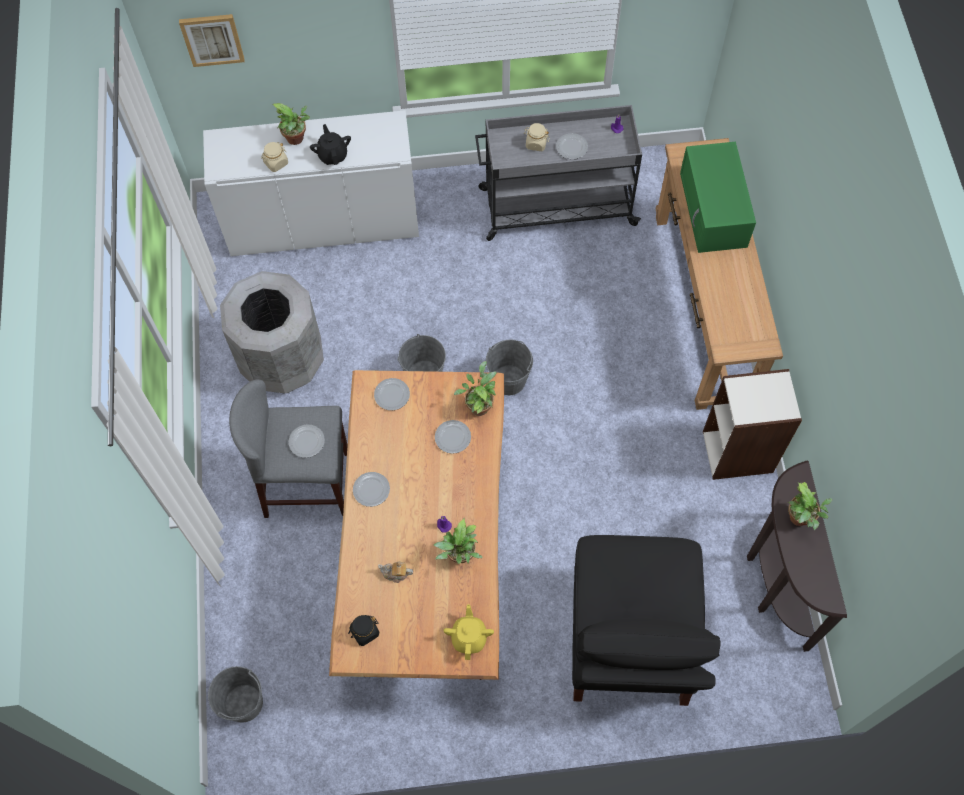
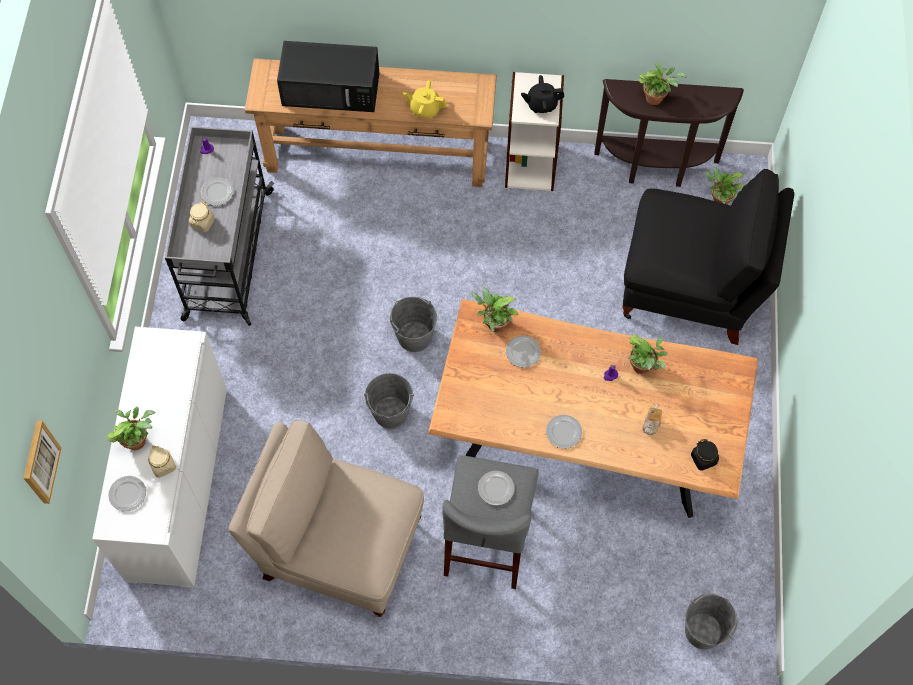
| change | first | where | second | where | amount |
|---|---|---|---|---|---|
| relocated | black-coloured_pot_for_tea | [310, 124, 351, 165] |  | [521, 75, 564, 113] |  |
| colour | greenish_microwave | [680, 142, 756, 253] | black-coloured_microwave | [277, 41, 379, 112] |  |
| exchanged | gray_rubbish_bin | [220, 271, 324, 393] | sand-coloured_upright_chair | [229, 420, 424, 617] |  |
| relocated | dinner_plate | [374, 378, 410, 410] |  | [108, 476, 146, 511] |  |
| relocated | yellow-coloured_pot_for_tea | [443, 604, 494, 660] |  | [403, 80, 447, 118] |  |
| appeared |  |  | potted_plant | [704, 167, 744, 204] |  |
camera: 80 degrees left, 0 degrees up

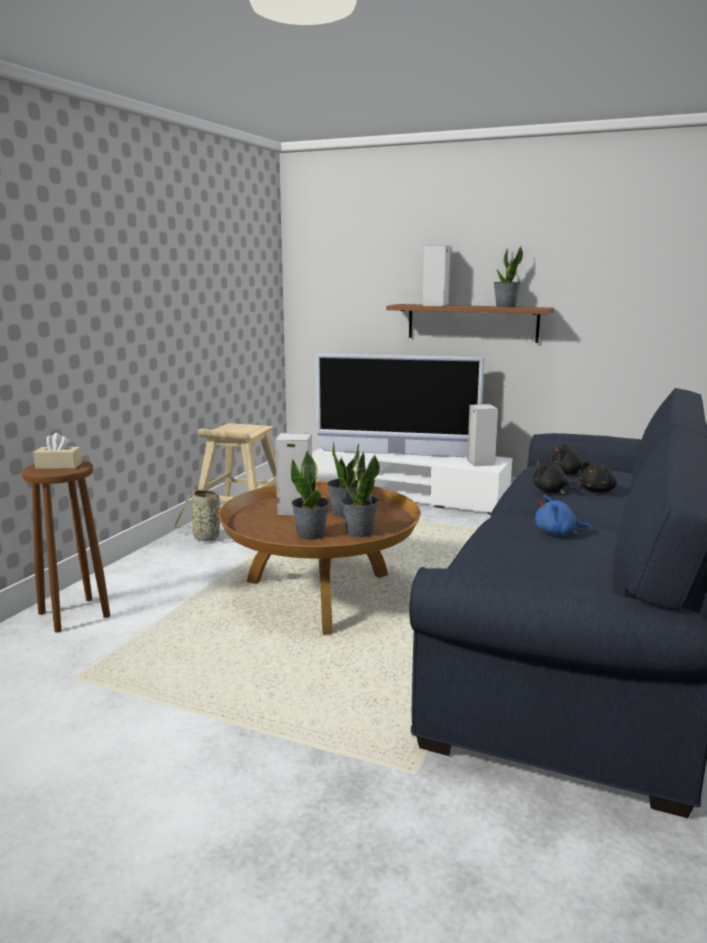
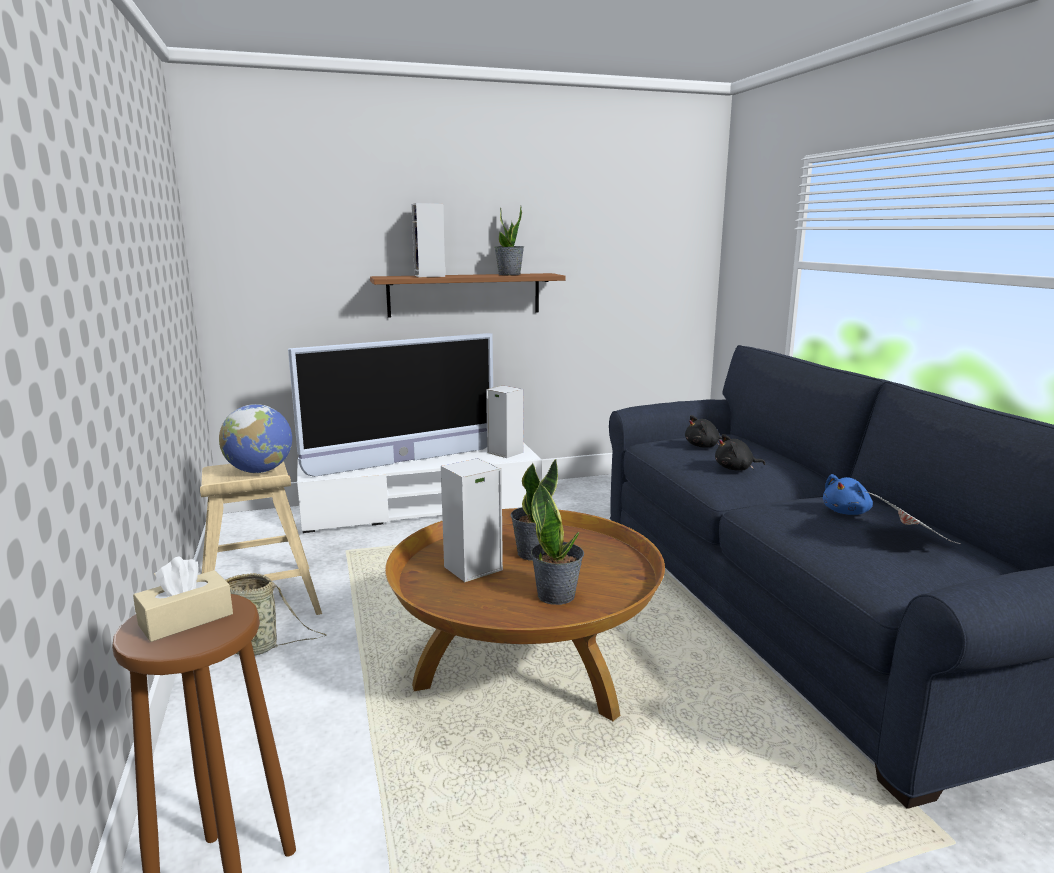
| change | first | where | second | where | amount |
|---|---|---|---|---|---|
| missing | potted_plant | [341, 452, 380, 537] |  |  |  |
| missing | black-coloured_soft_toy | [579, 461, 617, 492] |  |  |  |
| appeared |  |  | desk_globe | [219, 404, 292, 473] |  |
| appeared |  |  | newspaper | [864, 491, 961, 544] |  |
camera: 40 degrees left, 0 degrees up

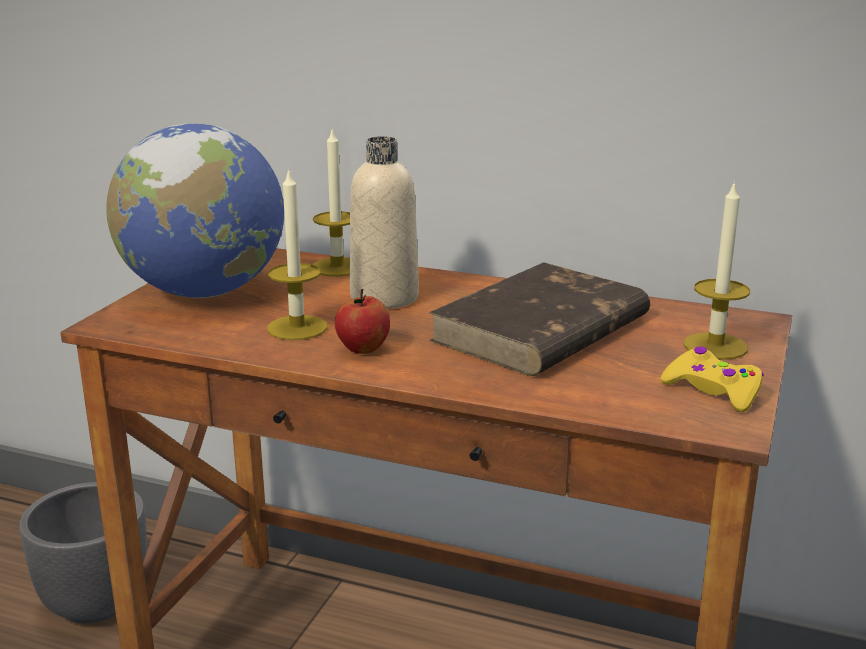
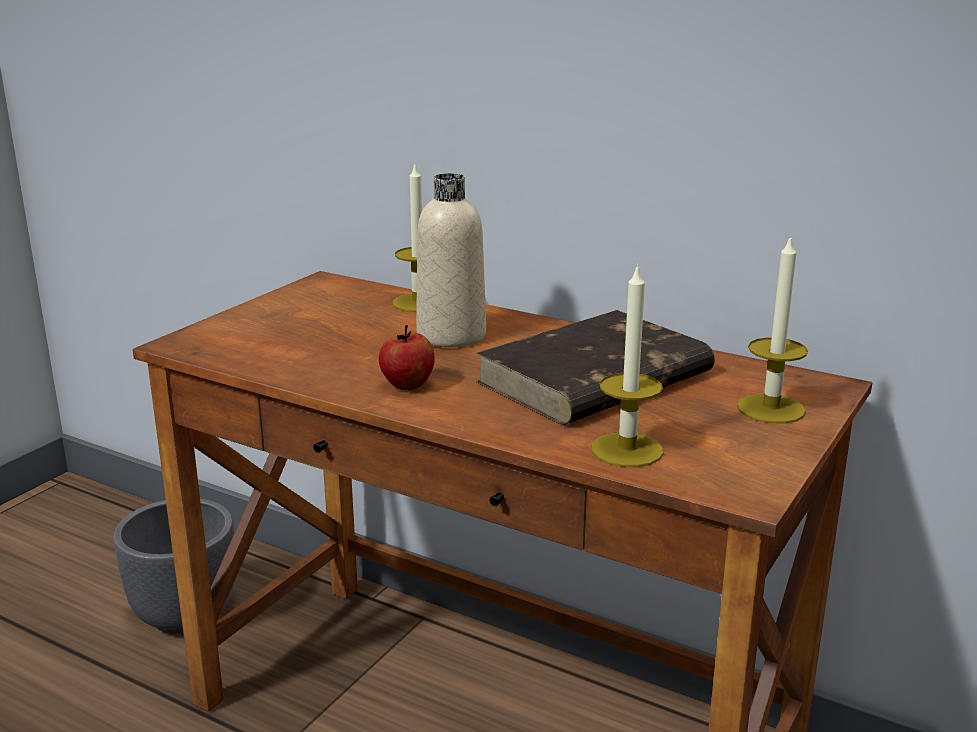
| change | first | where | second | where | amount |
|---|---|---|---|---|---|
| missing | desk_globe | [106, 123, 284, 298] |  |  |  |
| relocated | candle | [267, 168, 328, 340] |  | [591, 263, 664, 467] |  |
| missing | yellow-coloured_gamepad | [661, 346, 764, 412] |  |  |  |
camera: 10 degrees right, 0 degrees up

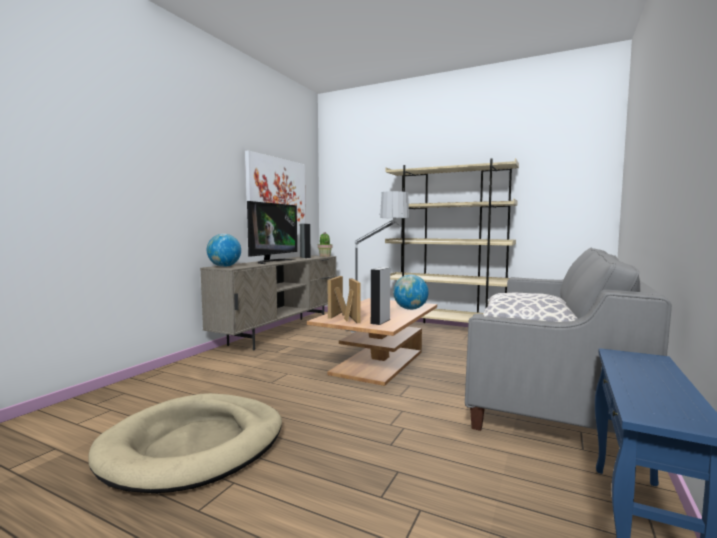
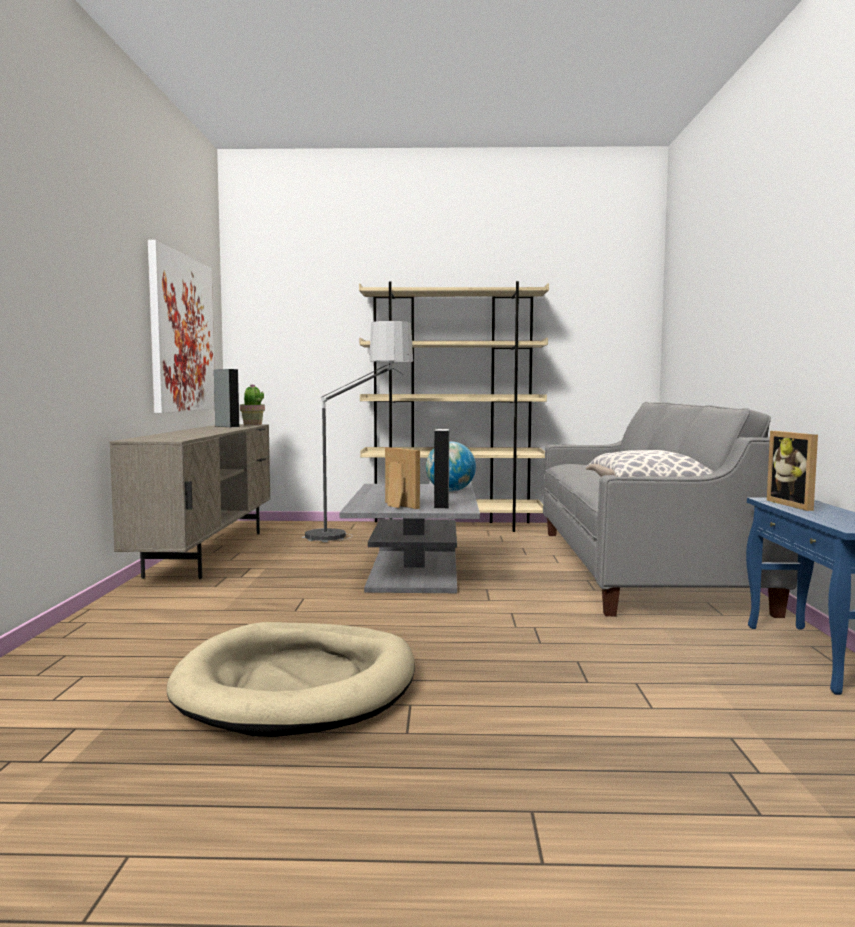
| change | first | where | second | where | amount |
|---|---|---|---|---|---|
| missing | TV | [247, 201, 297, 264] |  |  |  |
| missing | desk_globe | [207, 234, 241, 267] |  |  |  |
| relocated | standing_frame | [328, 276, 346, 319] |  | [767, 431, 818, 511] |  |
| colour | brownish_coffee_table | [307, 298, 437, 386] | gray_coffee_table | [339, 484, 480, 593] |  |
camera: 25 degrees left, 0 degrees up

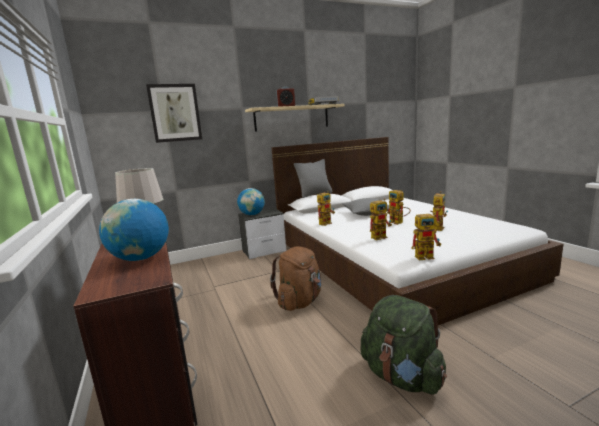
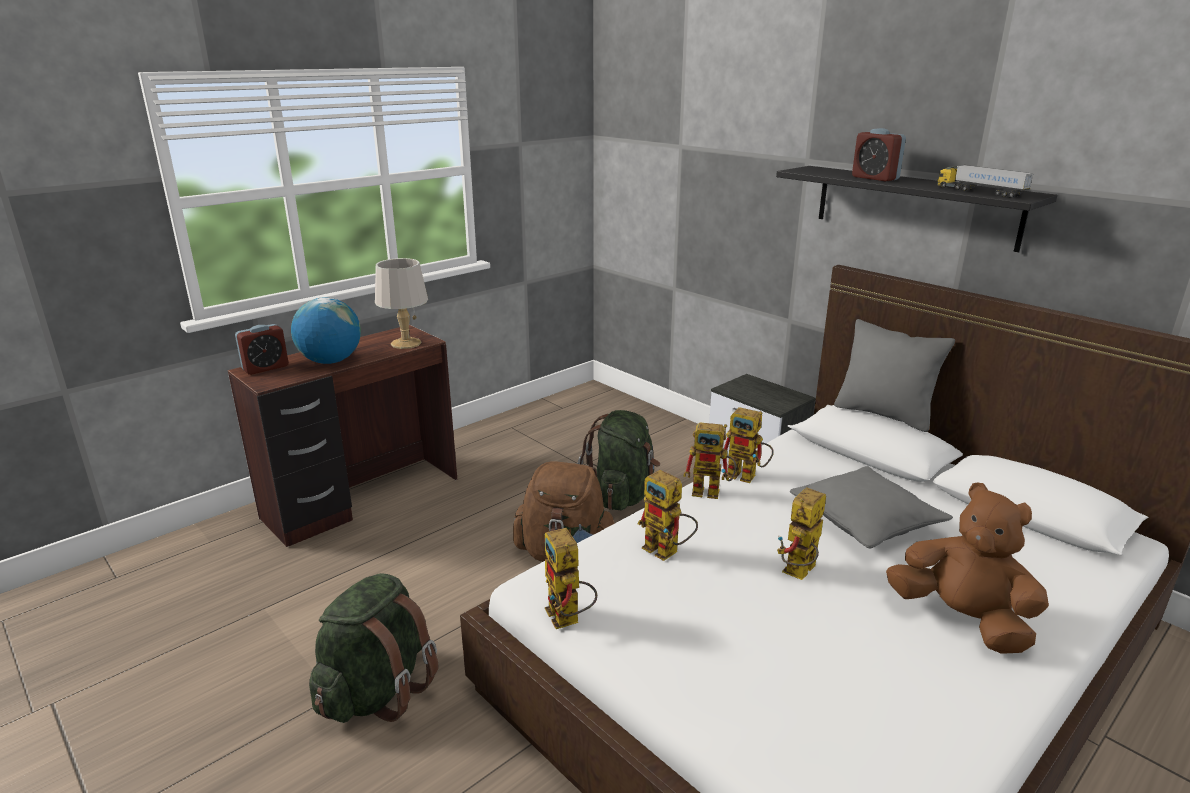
| change | first | where | second | where | amount |
|---|---|---|---|---|---|
| missing | wall_art | [146, 84, 202, 143] |  |  |  |
| colour | sand-coloured_bracket_shelf | [245, 104, 344, 132] | black-coloured_bracket_shelf | [776, 166, 1057, 252] |  |
| missing | desk_globe | [237, 188, 265, 215] |  |  |  |
| relocated | model_robot | [431, 191, 448, 231] |  | [683, 422, 736, 499] |  |
| appeared |  |  | alarm_clock | [235, 324, 289, 375] |  |
| appeared |  |  | greenish_backpack | [577, 410, 660, 510] |  |
| appeared |  |  | brownish_soft_toy | [886, 482, 1049, 654] |  |
camera: 70 degrees right, 10 degrees up

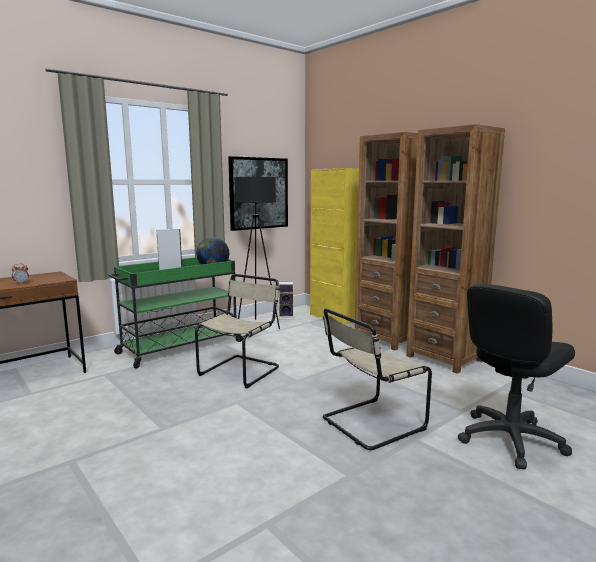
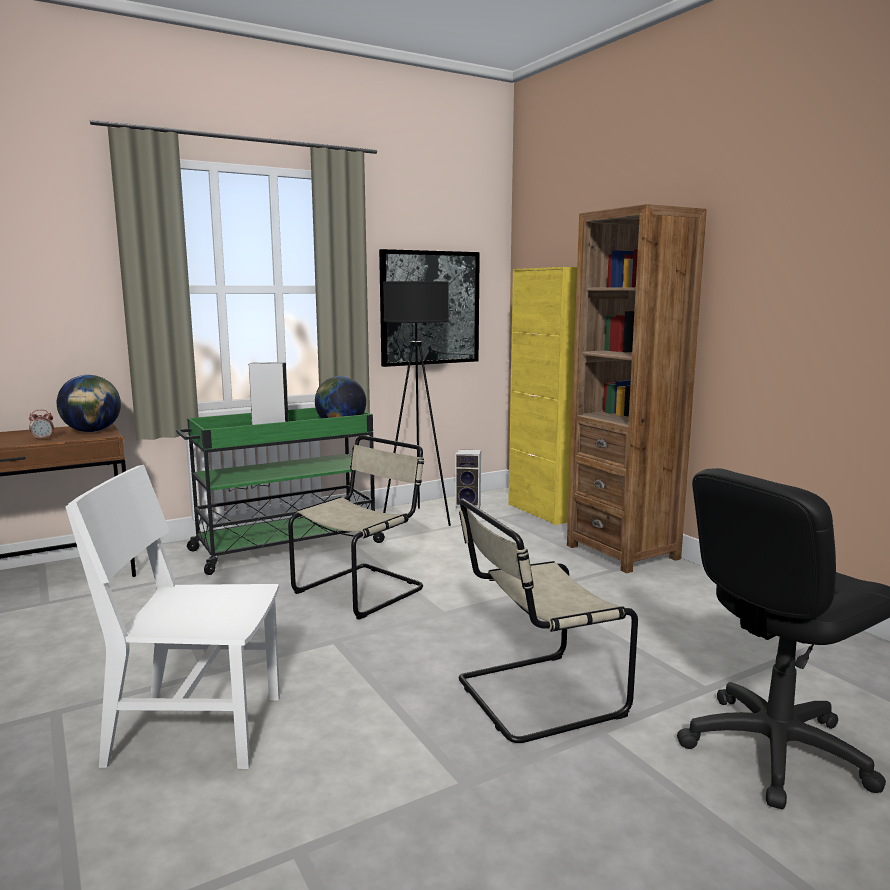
| change | first | where | second | where | amount |
|---|---|---|---|---|---|
| missing | brownish_shelving_unit | [406, 124, 505, 374] |  |  |  |
| appeared |  |  | desk_globe | [57, 375, 121, 432] |  |
| appeared |  |  | white_upright_chair | [65, 465, 280, 769] |  |
camera: 10 degrees right, 0 degrees up

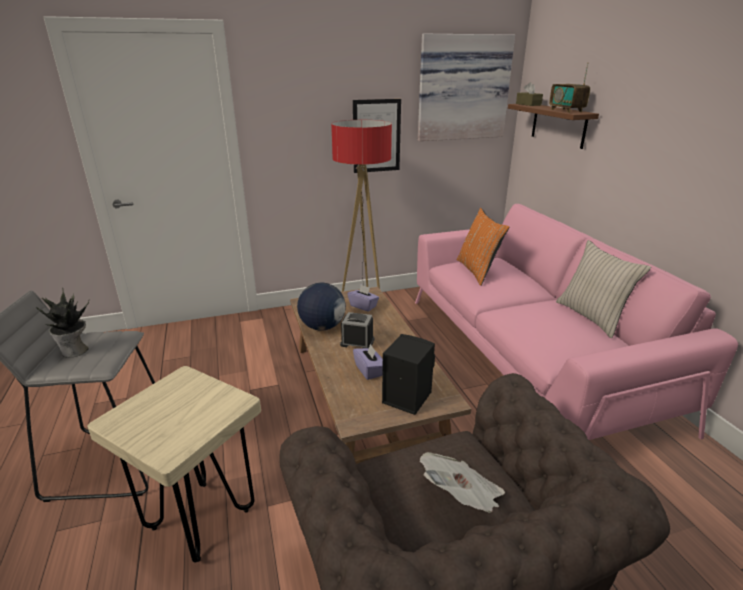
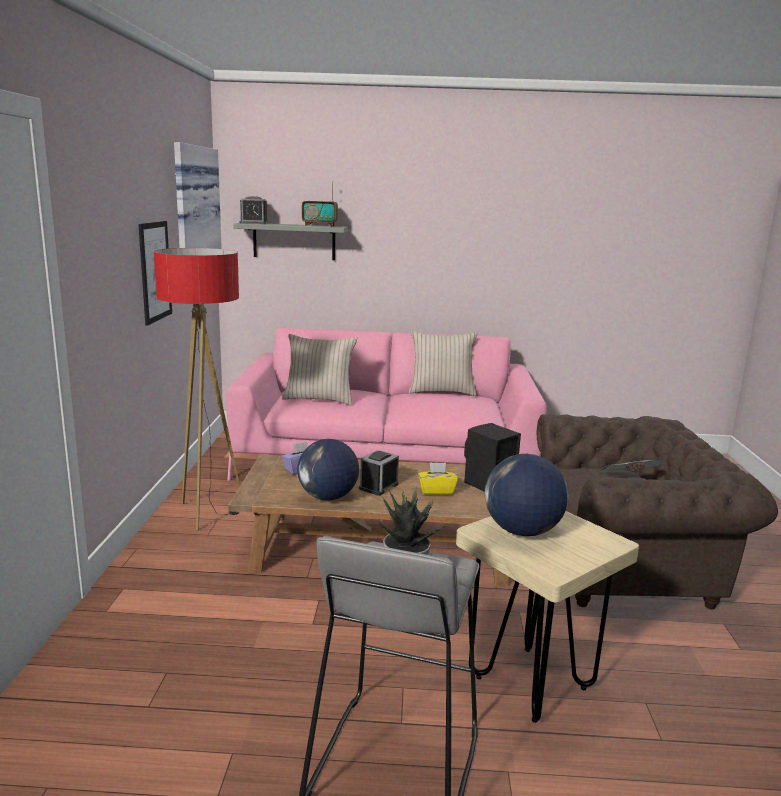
| change | first | where | second | where | amount |
|---|---|---|---|---|---|
| exchanged | brownish_box_of_tissues | [516, 82, 543, 106] | alarm_clock | [240, 196, 268, 224] |  |
| colour | brownish_bracket_shelf | [508, 104, 599, 149] | gray_bracket_shelf | [233, 223, 348, 260] |  |
| colour | orange_pillow | [457, 208, 509, 286] | sand-coloured_pillow | [282, 334, 357, 406] |  |
| colour | purplish_box_of_tissues | [353, 344, 383, 380] | yellow-coloured_box_of_tissues | [418, 462, 458, 495] |  |
| appeared |  |  | desk_globe | [485, 454, 568, 536] |  |
camera: 70 degrees left, 10 degrees down

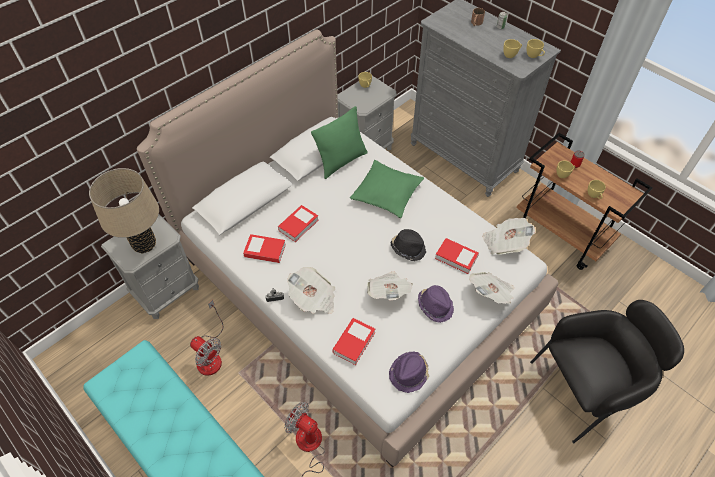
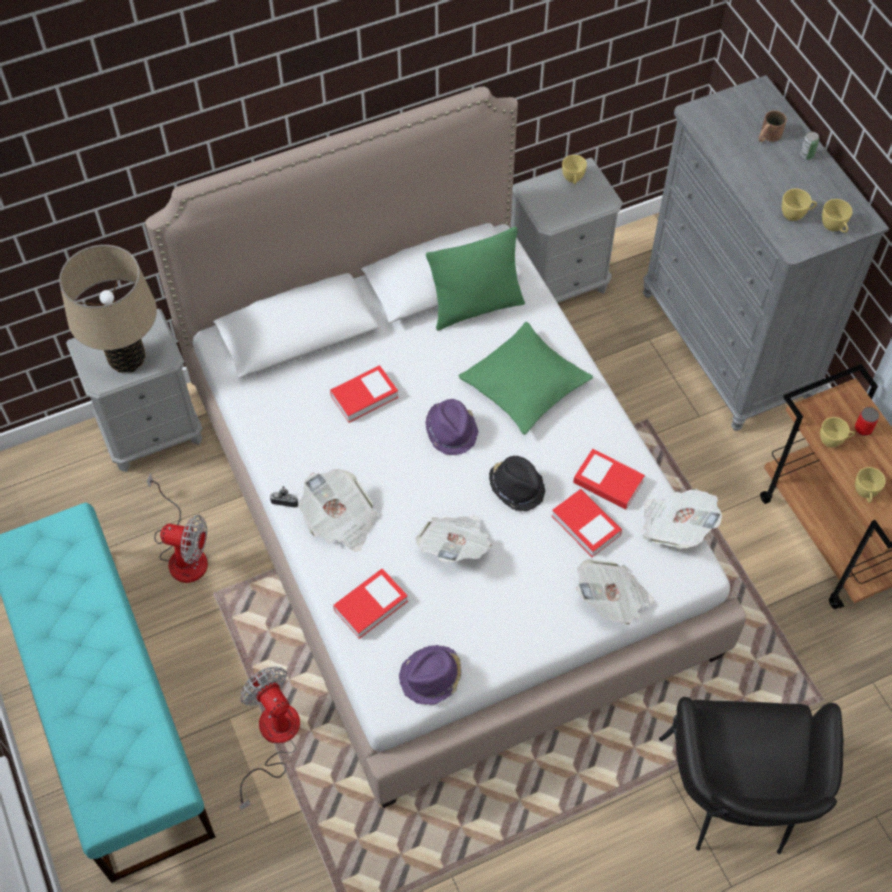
| change | first | where | second | where | amount |
|---|---|---|---|---|---|
| relocated | volume | [243, 234, 286, 263] |  | [573, 449, 645, 510] |  |
| relocated | purplish_clothing_hat | [418, 285, 454, 323] |  | [425, 399, 479, 455] |  |
| spun | electric_fan | [190, 300, 223, 376] |  | [147, 472, 208, 583] | 45 degrees counterclockwise |
| spun | black-coloured_lounge_chair | [530, 300, 684, 443] |  | [659, 697, 843, 854] | 90 degrees clockwise |
camera: 20 degrees right, 5 degrees up

